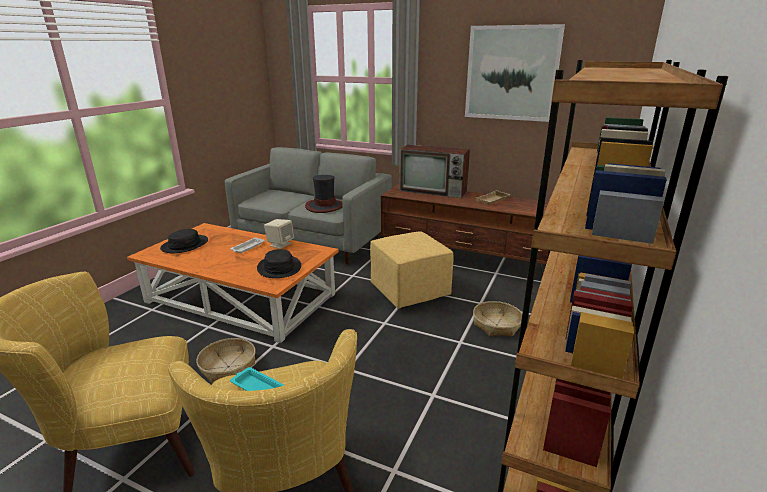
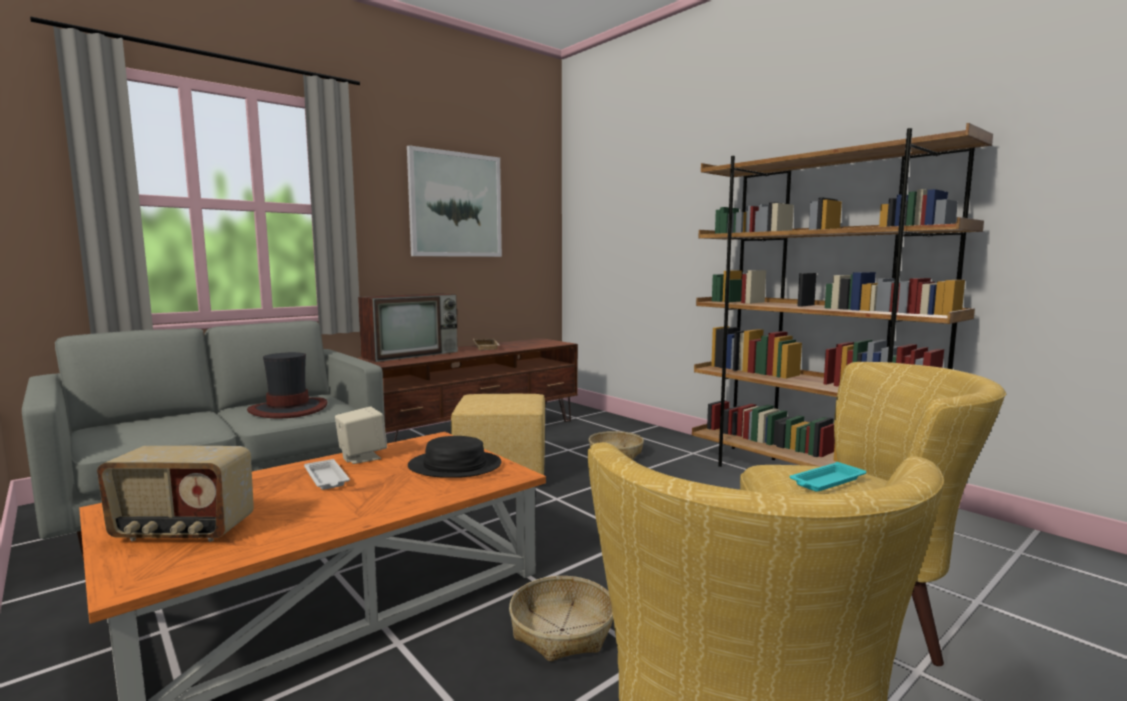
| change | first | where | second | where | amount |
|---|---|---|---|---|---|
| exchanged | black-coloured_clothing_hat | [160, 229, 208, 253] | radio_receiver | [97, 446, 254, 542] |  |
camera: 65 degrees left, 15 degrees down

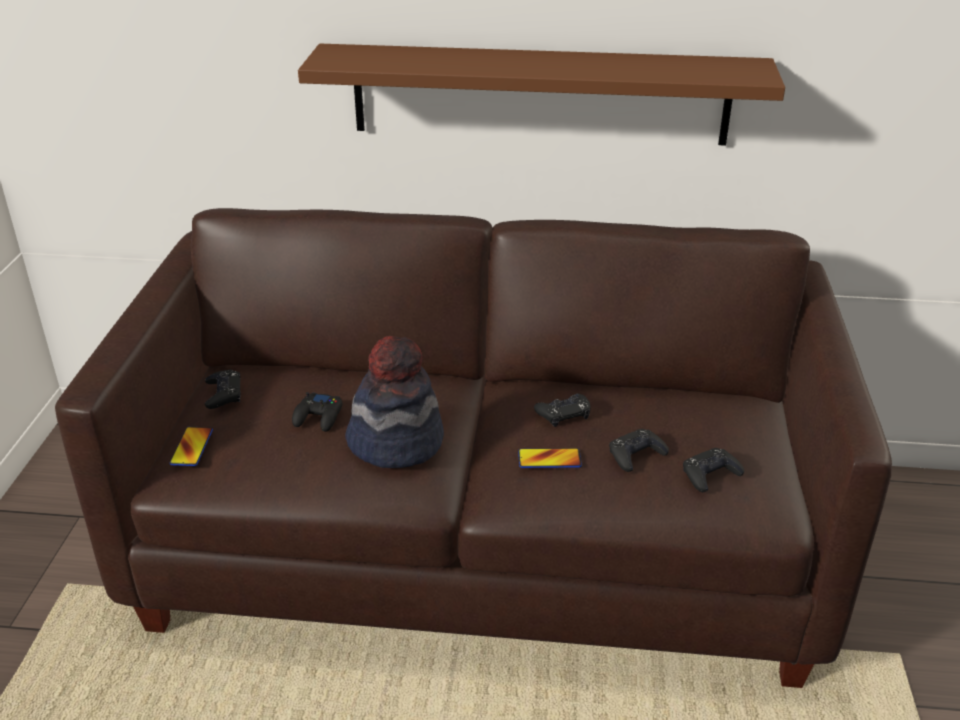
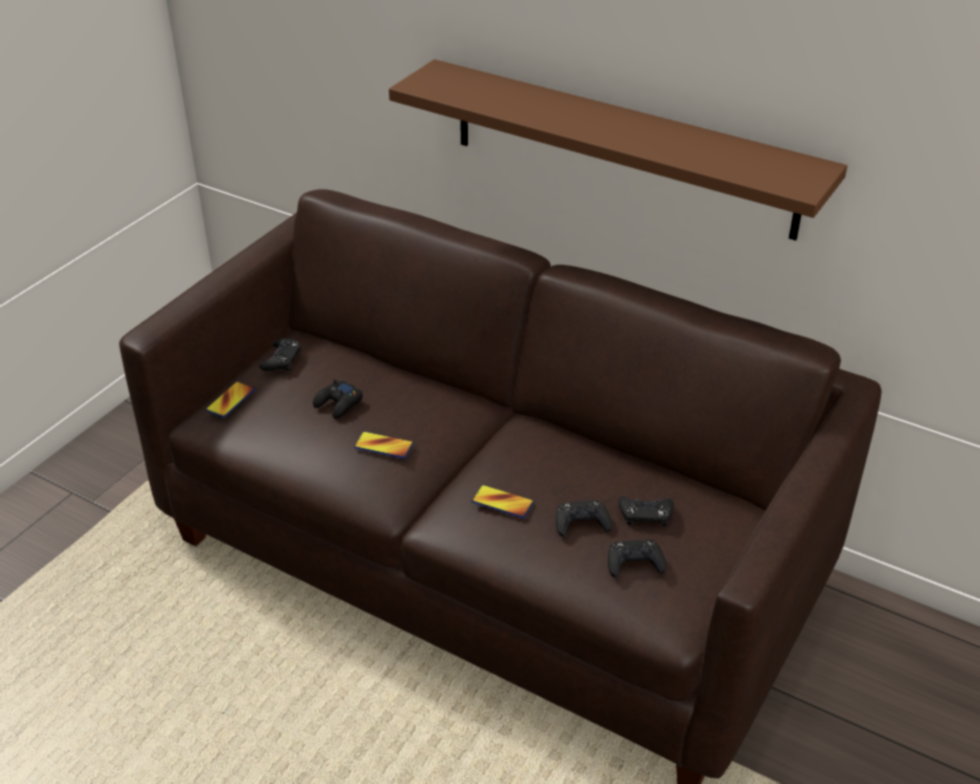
| change | first | where | second | where | amount |
|---|---|---|---|---|---|
| exchanged | clothing_hat | [345, 336, 444, 468] | phone | [354, 431, 414, 459] |  |
| relocated | black-coloured_gamepad | [534, 393, 590, 427] |  | [618, 496, 674, 527] |  |
camera: 25 degrees right, 5 degrees up

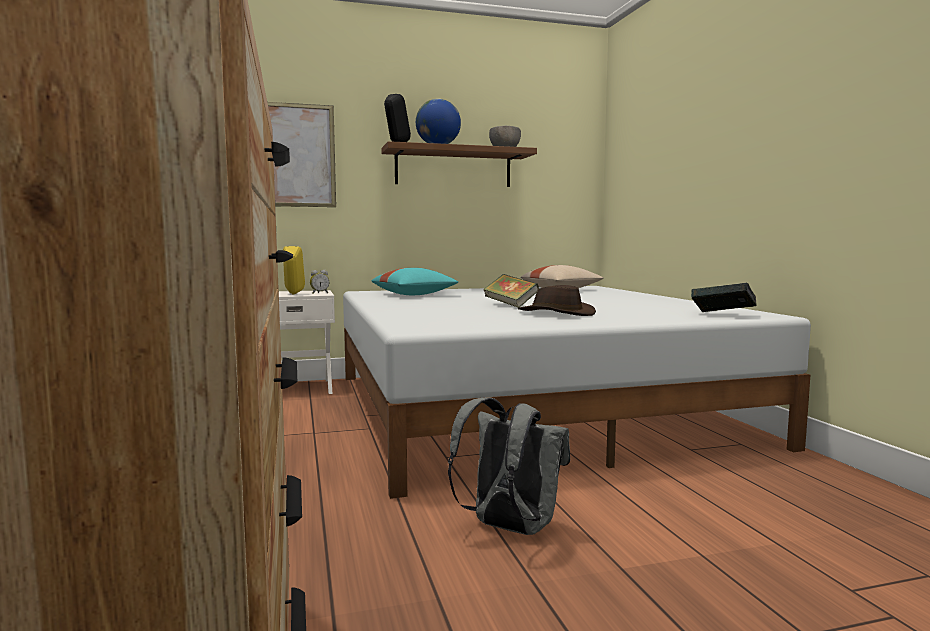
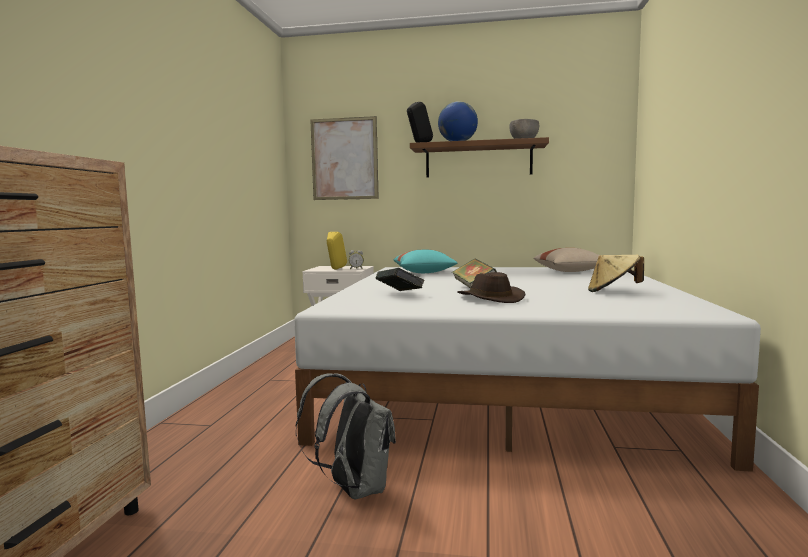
| change | first | where | second | where | amount |
|---|---|---|---|---|---|
| relocated | volume | [691, 282, 757, 312] |  | [376, 268, 425, 291] |  |
| appeared |  |  | sand-coloured_clothing_hat | [588, 255, 644, 292] |  |
camera: 25 degrees right, 0 degrees up

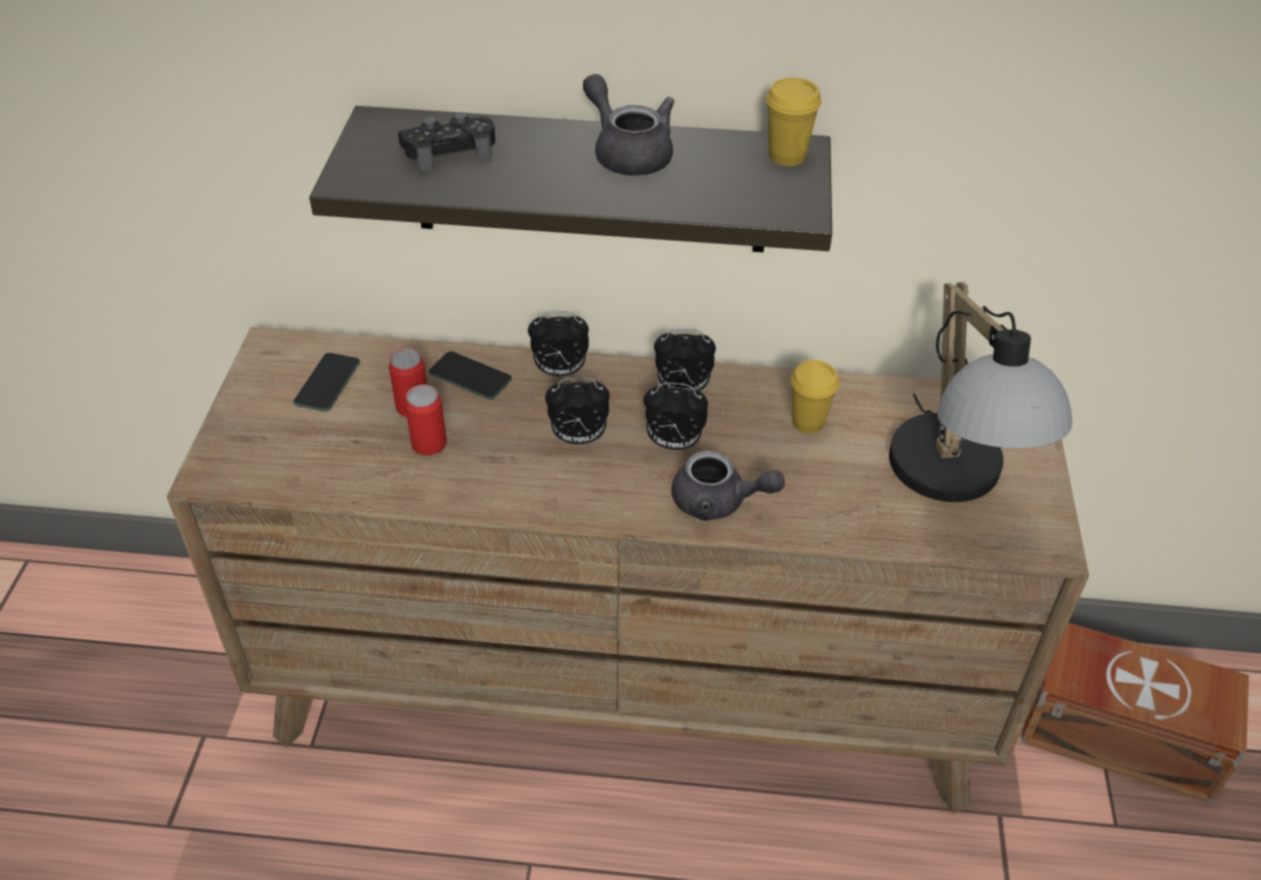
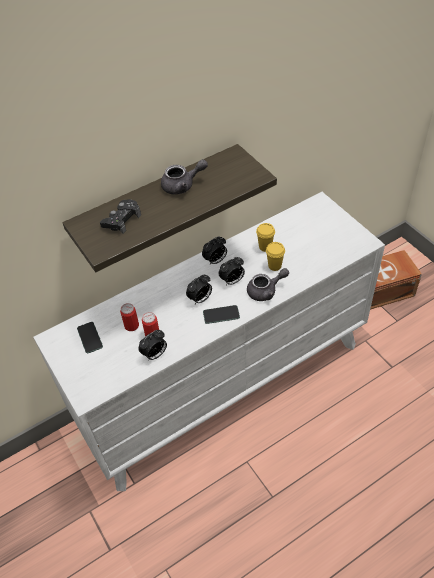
| change | first | where | second | where | amount |
|---|---|---|---|---|---|
| spun | gray_pot_for_tea | [583, 74, 674, 176] |  | [161, 159, 208, 195] | 150 degrees clockwise |
| relocated | yellow-coloured_small_cup | [766, 77, 821, 166] |  | [266, 242, 285, 271] |  |
| missing | lamp_for_a_table | [889, 282, 1072, 502] |  |  |  |
| relocated | alarm_clock | [528, 311, 589, 377] |  | [138, 330, 167, 360] |  |
| colour | brownish_chest_of_drawers | [167, 327, 1089, 814] | white_chest_of_drawers | [33, 192, 385, 491] |  |
| relocated | phone | [428, 351, 512, 400] |  | [203, 305, 240, 324] |  |
camera: 35 degrees left, 5 degrees up

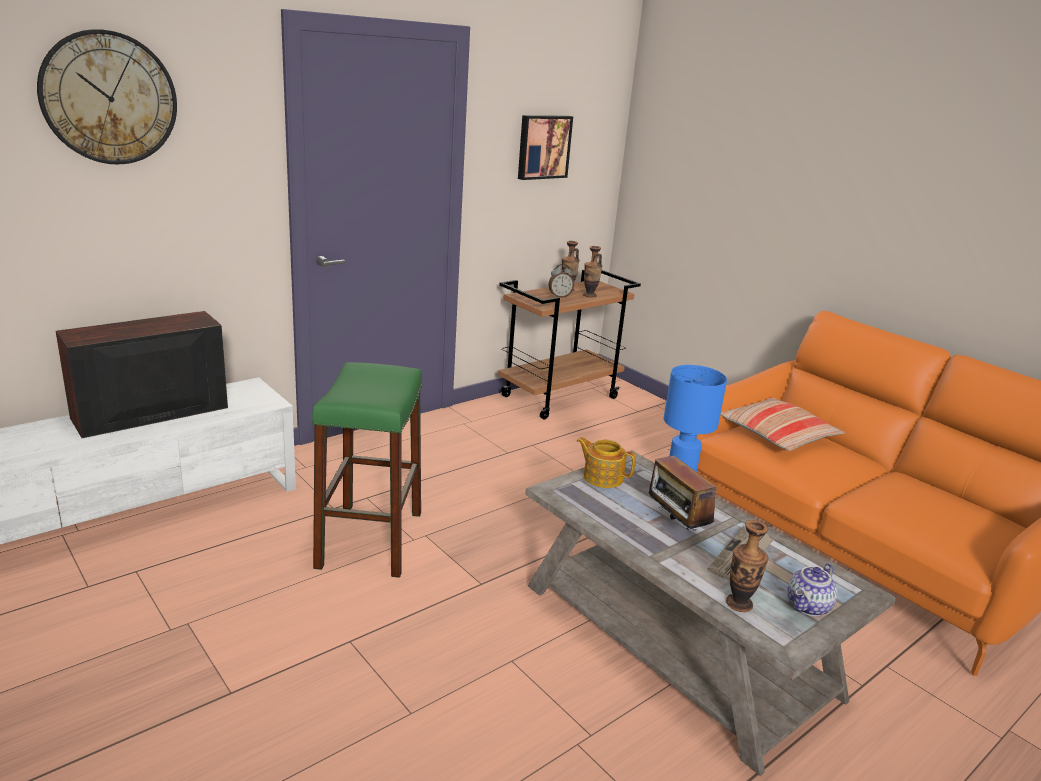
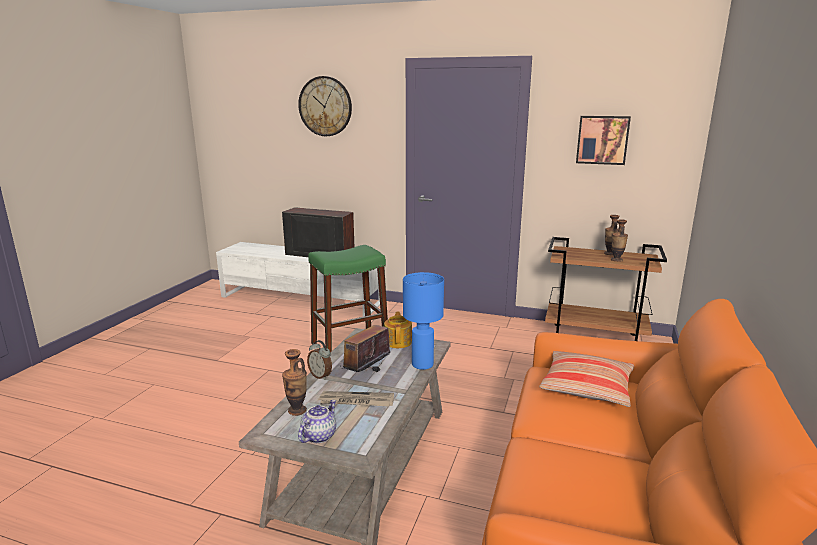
| change | first | where | second | where | amount |
|---|---|---|---|---|---|
| relocated | alarm_clock | [548, 264, 574, 298] |  | [307, 340, 332, 380] |  |
| spun | pot_for_tea | [787, 563, 838, 616] |  | [298, 400, 336, 443] | 105 degrees clockwise |
camera: 60 degrees right, 5 degrees down

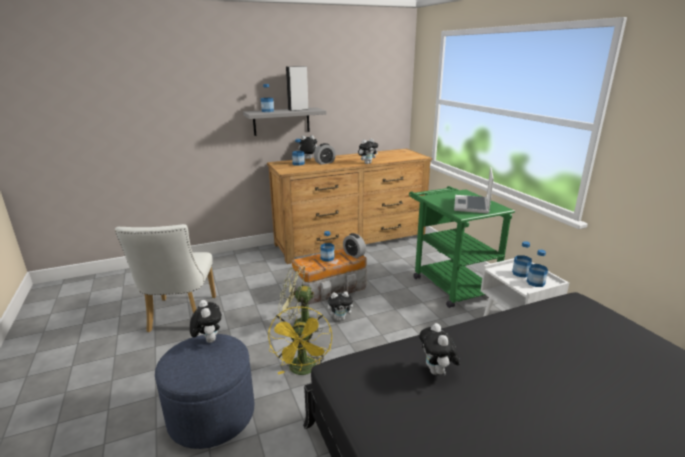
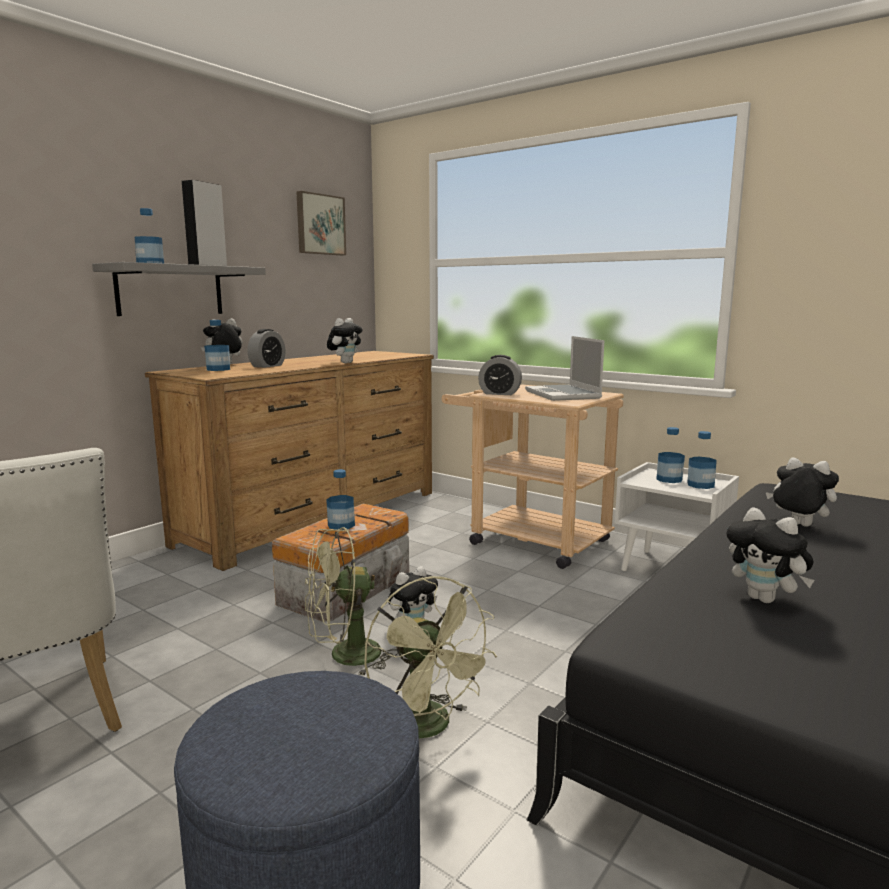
| change | first | where | second | where | amount |
|---|---|---|---|---|---|
| colour | greenish_wheeled_cart | [409, 186, 515, 308] | sand-coloured_wheeled_cart | [442, 385, 624, 569] |  |
| relocated | alarm_clock | [343, 233, 366, 258] |  | [478, 355, 522, 395] |  |
| relocated | soft_toy | [190, 300, 222, 343] |  | [766, 457, 839, 527] |  |
| colour | yellow-coloured_electric_fan | [268, 306, 332, 375] | greenish_electric_fan | [364, 576, 497, 738] |  |
| appeared |  |  | wall_art | [296, 191, 346, 255] |  |
camera: 30 degrees left, 10 degrees down

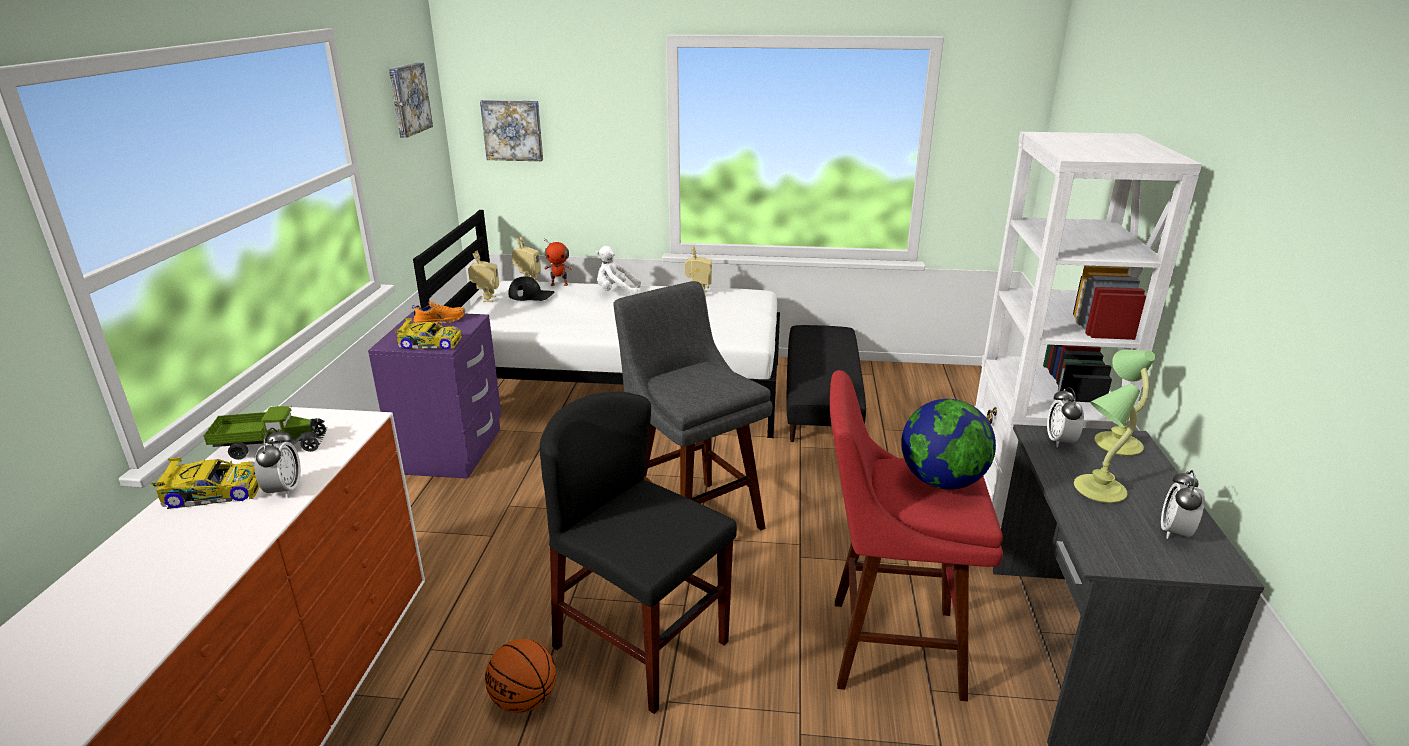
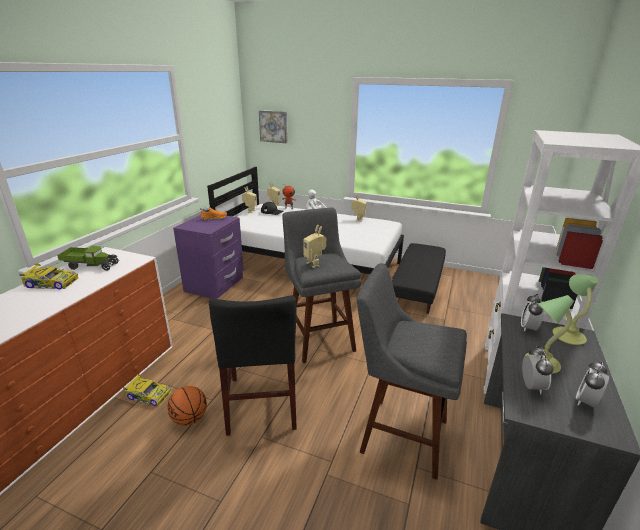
| change | first | where | second | where | amount |
|---|---|---|---|---|---|
| missing | wall_art | [389, 62, 433, 138] |  |  |  |
| relocated | miniature_car | [394, 318, 462, 350] |  | [123, 374, 172, 407] |  |
| colour | red_sitting_stool | [830, 370, 1003, 702] | gray_sitting_stool | [357, 263, 467, 480] |  |
| spun | black-coloured_upright_chair | [540, 391, 737, 714] |  | [209, 296, 297, 436] | 150 degrees counterclockwise |
| missing | desk_globe | [901, 399, 996, 490] |  |  |  |
| relocated | alarm_clock | [254, 428, 301, 498] |  | [522, 346, 553, 394] |  |
| appeared |  |  | model_robot | [303, 225, 326, 268] |  |
camera: 15 degrees right, 0 degrees up

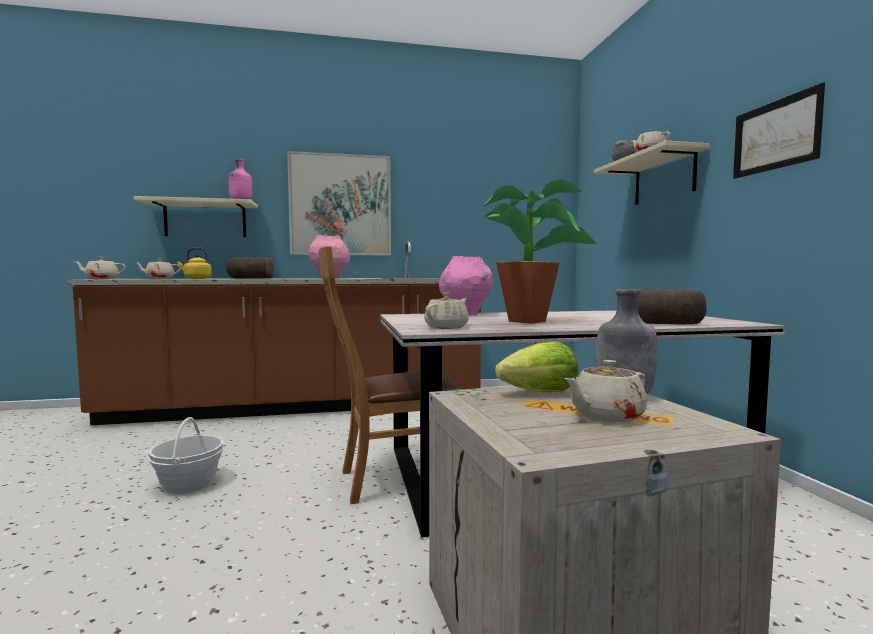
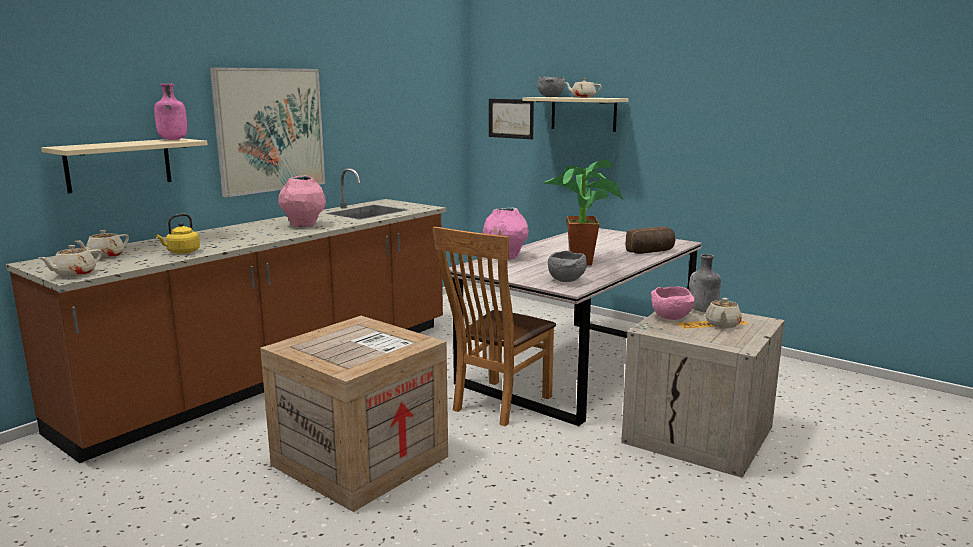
| change | first | where | second | where | amount |
|---|---|---|---|---|---|
| relocated | wall_art | [733, 82, 825, 179] |  | [489, 99, 534, 139] |  |
| missing | bakery_bread | [226, 257, 274, 279] |  |  |  |
| exchanged | sand-coloured_pot_for_tea | [424, 292, 469, 329] | gray_serving_bowl | [548, 251, 587, 282] |  |
| exchanged | head_of_lettuce | [495, 341, 578, 392] | pinkish_serving_bowl | [651, 286, 695, 320] |  |
| exchanged | basket | [147, 417, 224, 494] | crate | [260, 316, 448, 512] |  |
camera: 40 degrees left, 10 degrees up

